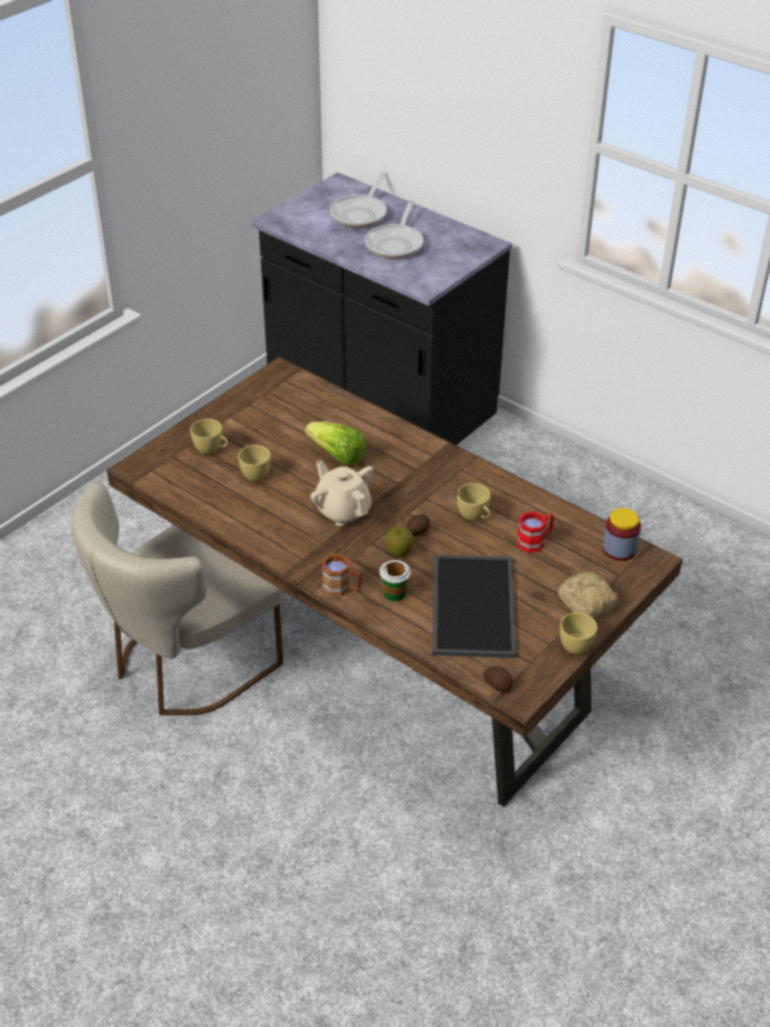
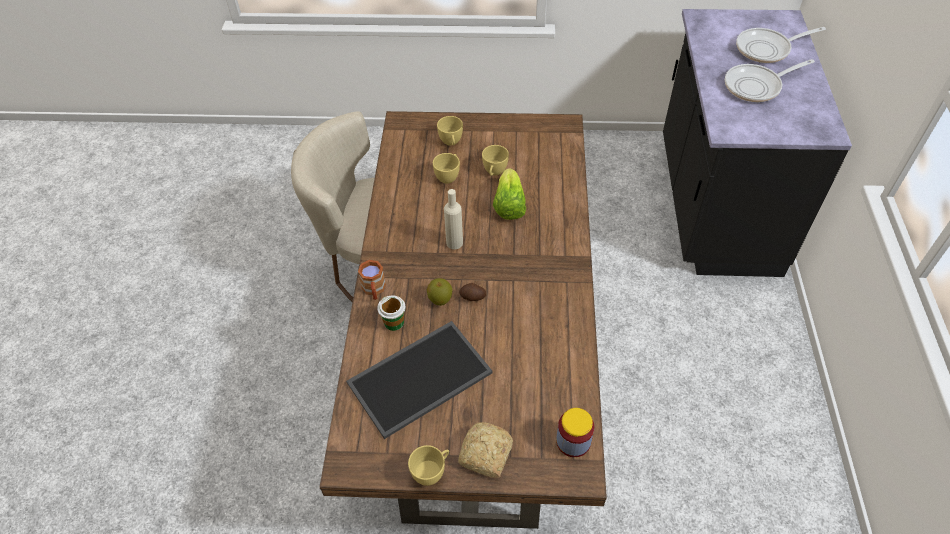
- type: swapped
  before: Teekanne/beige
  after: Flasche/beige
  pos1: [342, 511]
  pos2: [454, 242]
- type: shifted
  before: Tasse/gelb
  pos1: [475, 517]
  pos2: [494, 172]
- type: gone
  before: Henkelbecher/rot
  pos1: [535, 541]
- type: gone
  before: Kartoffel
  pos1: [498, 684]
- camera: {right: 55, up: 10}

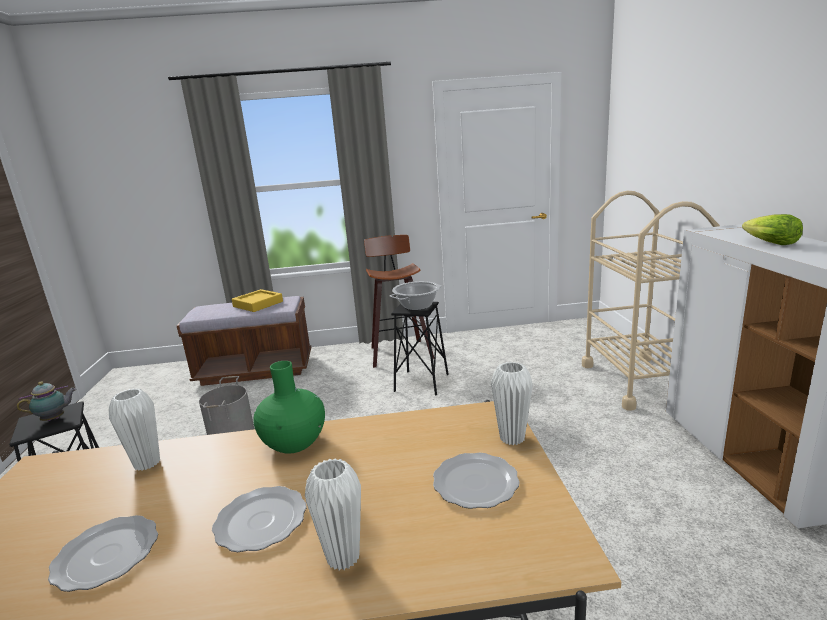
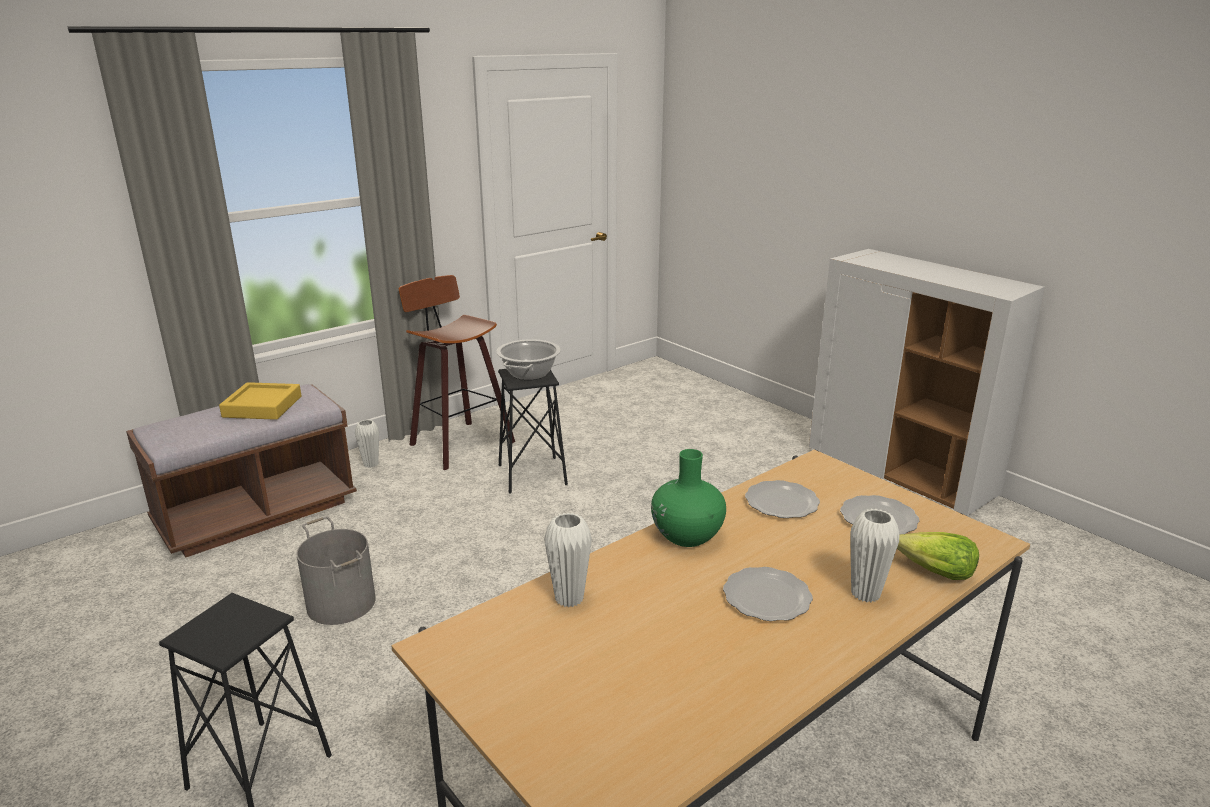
- type: gone
  before: Rollwagen/beige
  pos1: [637, 381]
- type: shifted
  before: Salatkopf
  pos1: [770, 243]
  pos2: [935, 572]
- type: shifted
  before: Vase/weiß
  pos1: [512, 438]
  pos2: [371, 464]
- type: gone
  before: Teekanne
  pos1: [55, 419]
- type: shifted
  before: Teller
  pos1: [107, 555]
  pos2: [782, 502]
- camera: {right: -35, up: 5}

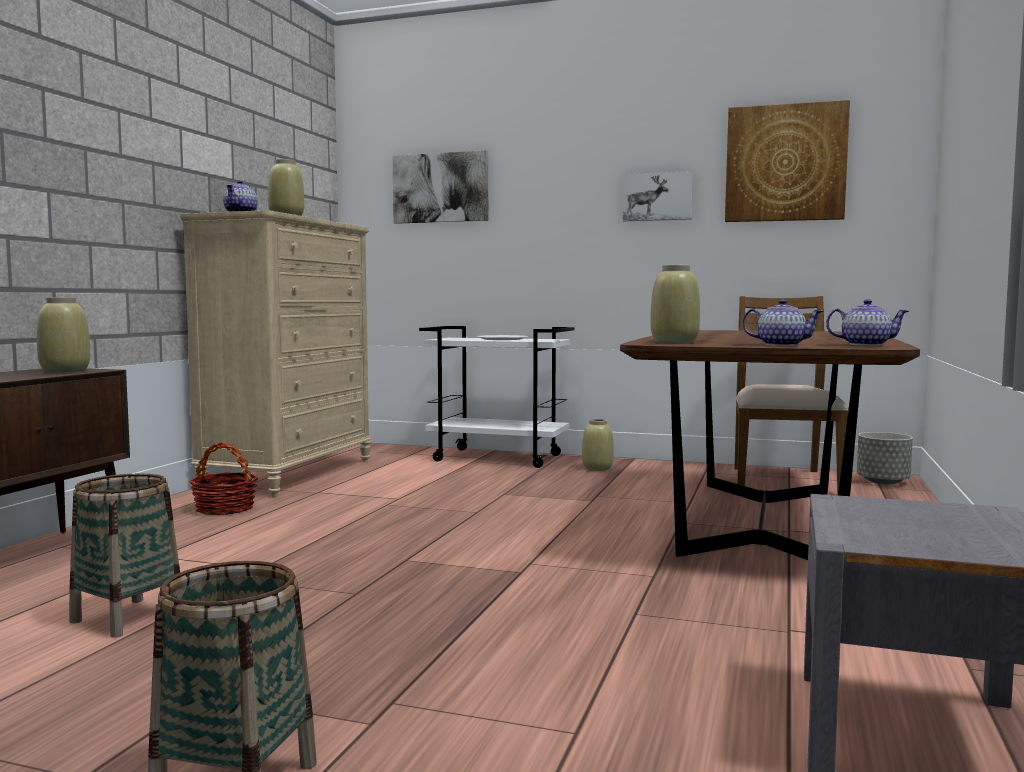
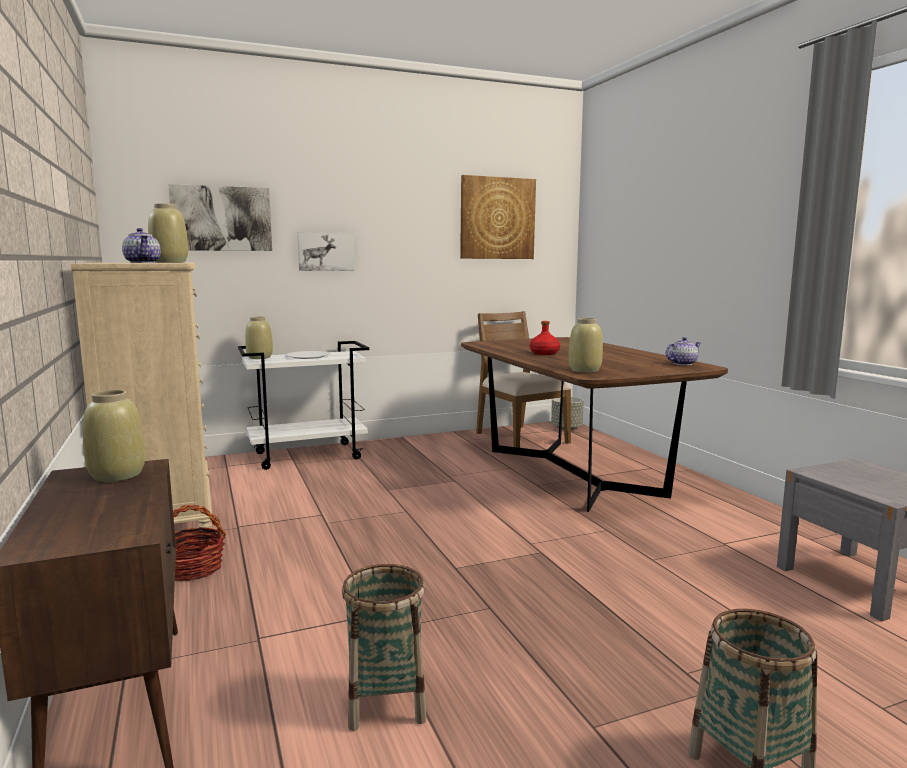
- type: shifted
  before: Bild
  pos1: [657, 197]
  pos2: [325, 251]
- type: gone
  before: Teekanne
  pos1: [780, 345]
- type: shifted
  before: Vase/beige
  pos1: [597, 468]
  pos2: [259, 357]
- type: new
  after: Flasche/rot
  pos2: [544, 353]
- camera: {right: -40, up: 5}

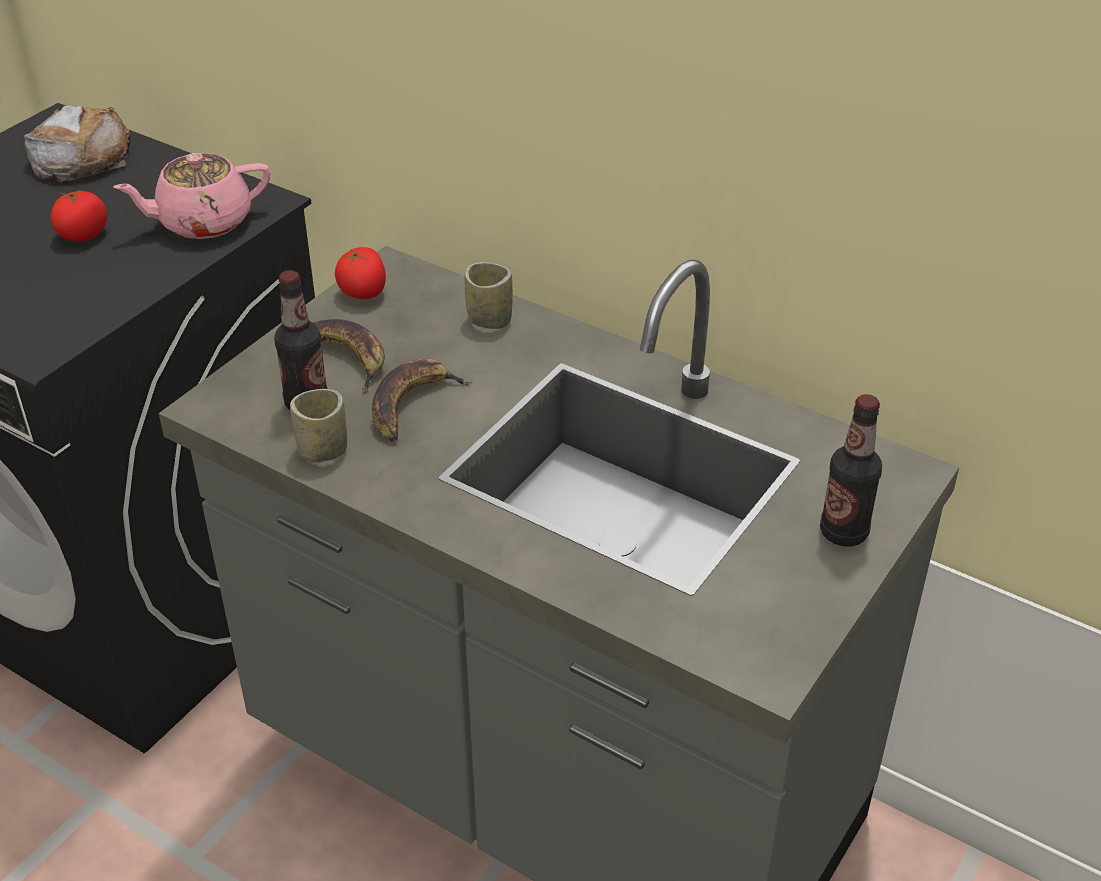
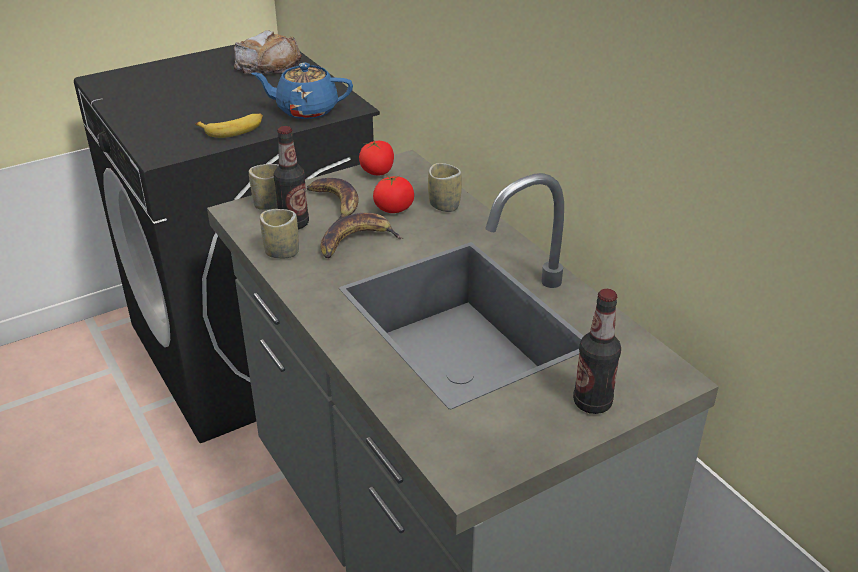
- type: repainted
  before: Teekanne/rosa
  after: Teekanne/blau
  pos1: [203, 222]
  pos2: [306, 110]
- type: shifted
  before: Tomate
  pos1: [83, 235]
  pos2: [394, 209]
- type: new
  after: Banane
  pos2: [233, 129]
- type: new
  after: Tasse
  pos2: [269, 204]
- camera: {right: 25, up: -5}

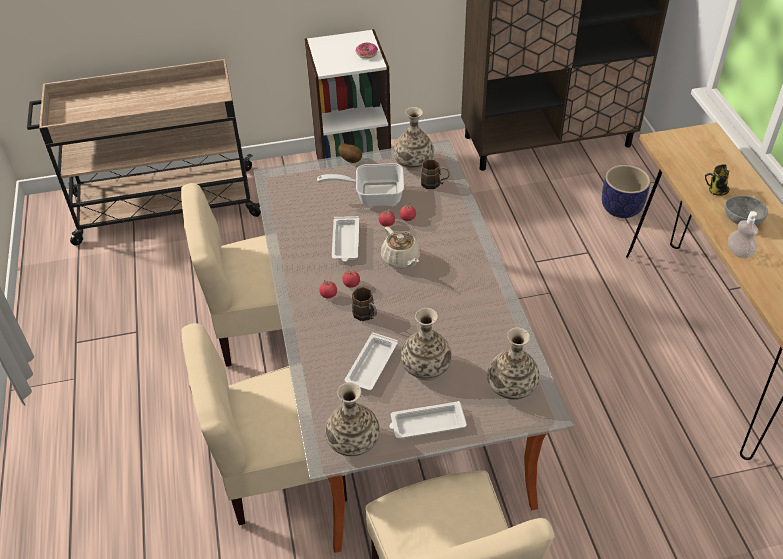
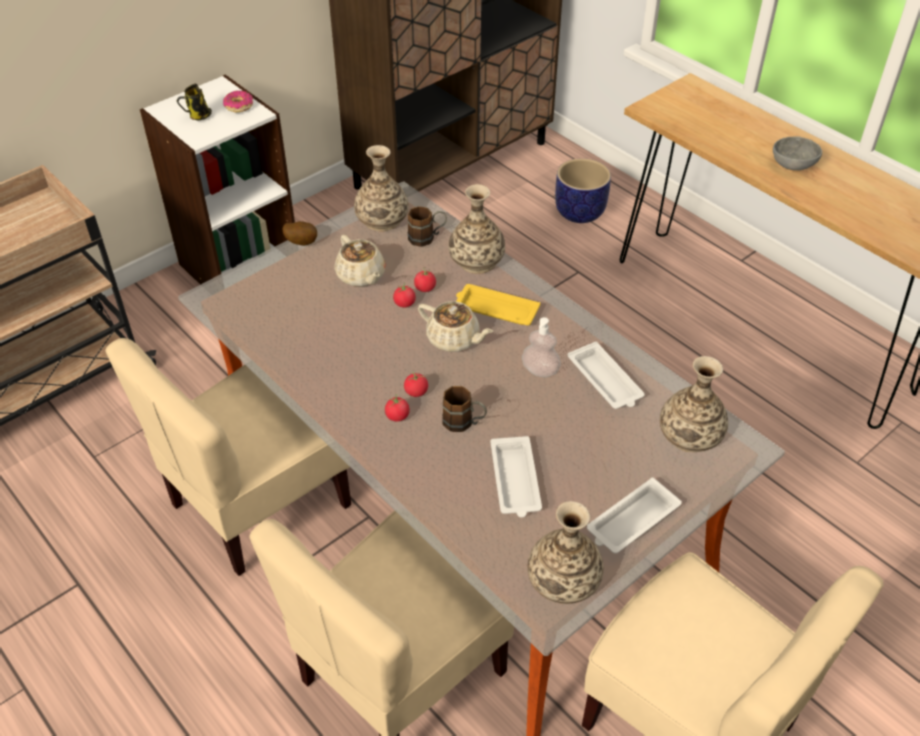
- type: swapped
  before: Pfanne
  after: Teekanne/beige
  pos1: [372, 195]
  pos2: [361, 276]
- type: shifted
  before: Henkelbecher
  pos1: [716, 191]
  pos2: [198, 116]
- type: shifted
  before: Seifenspender
  pos1: [739, 252]
  pos2: [540, 370]
- type: shifted
  before: Tablett/weiß
  pos1: [346, 242]
  pos2: [605, 381]
- type: shifted
  before: Vase
  pos1: [426, 366]
  pos2: [477, 261]
- type: new
  after: Tablett/gelb
  pos2: [495, 309]
- camera: {right: -30, up: 0}

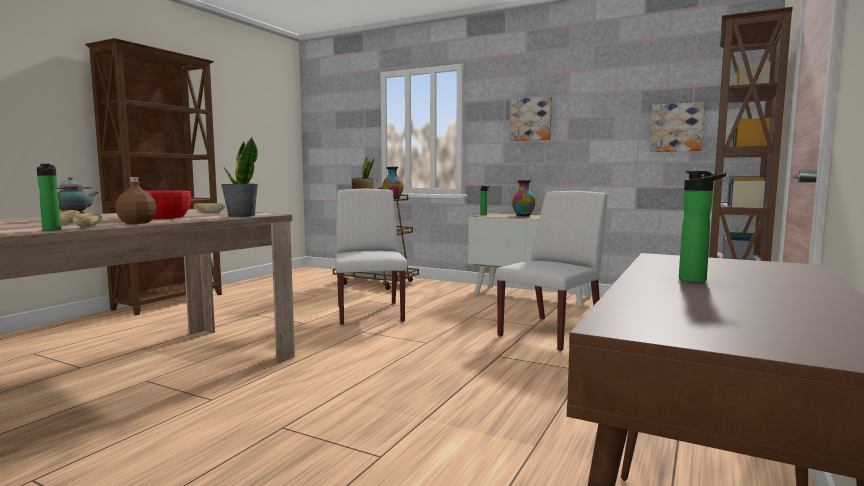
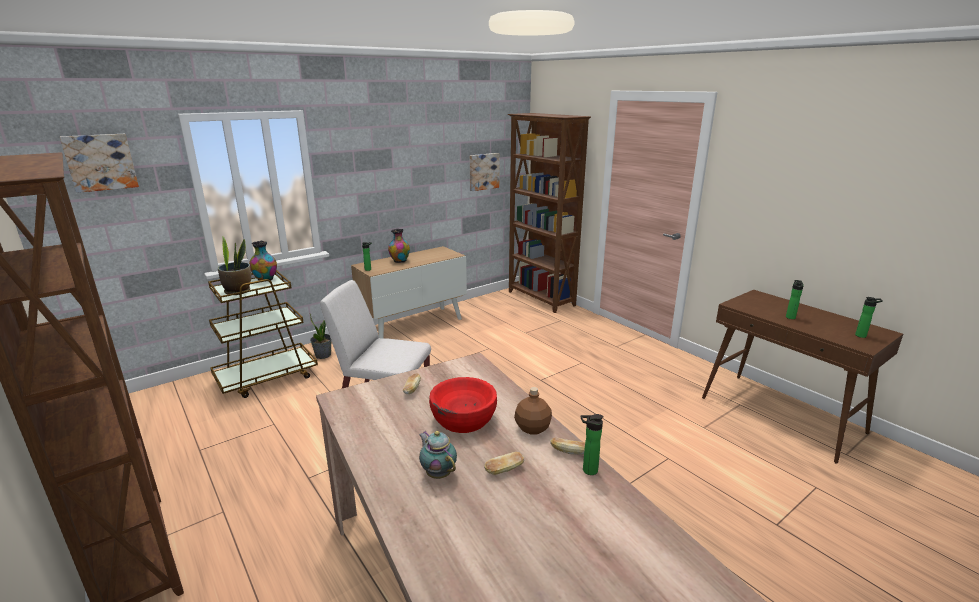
- type: shifted
  before: Bild
  pos1: [531, 119]
  pos2: [100, 162]
- type: shifted
  before: Topfpflanze
  pos1: [241, 216]
  pos2: [323, 355]
- type: gone
  before: Stuhl/weiß
  pos1: [551, 333]
- type: new
  after: Flasche
  pos2: [862, 336]
- camera: {right: -65, up: 15}

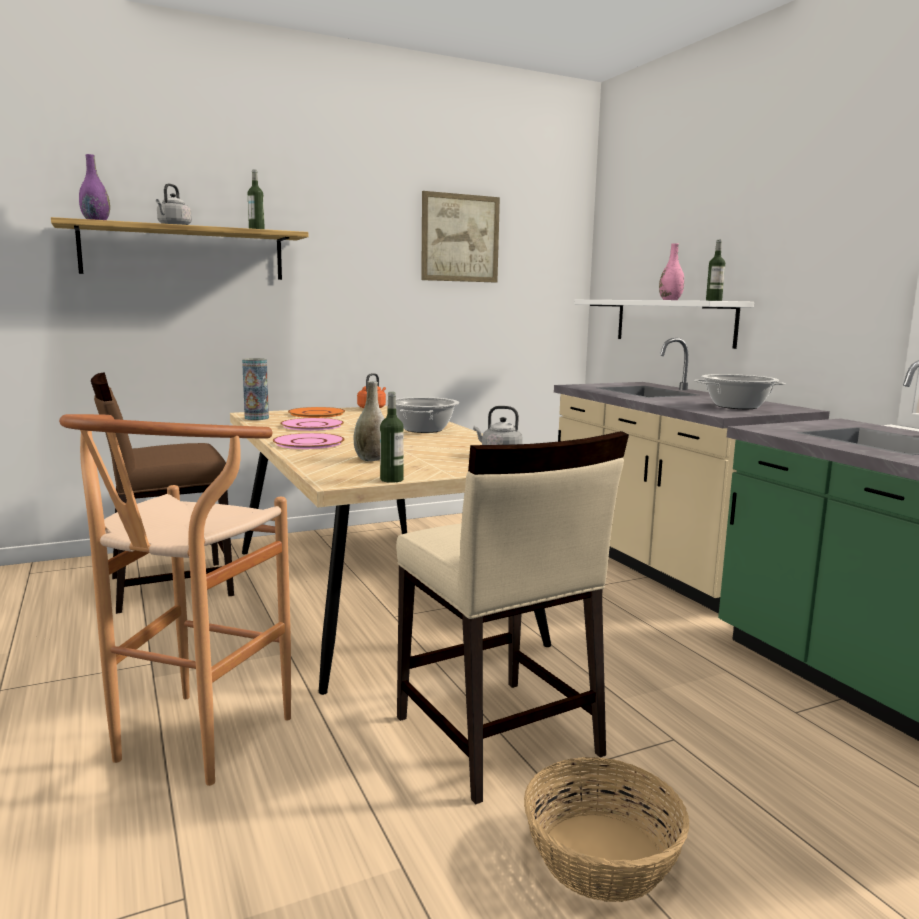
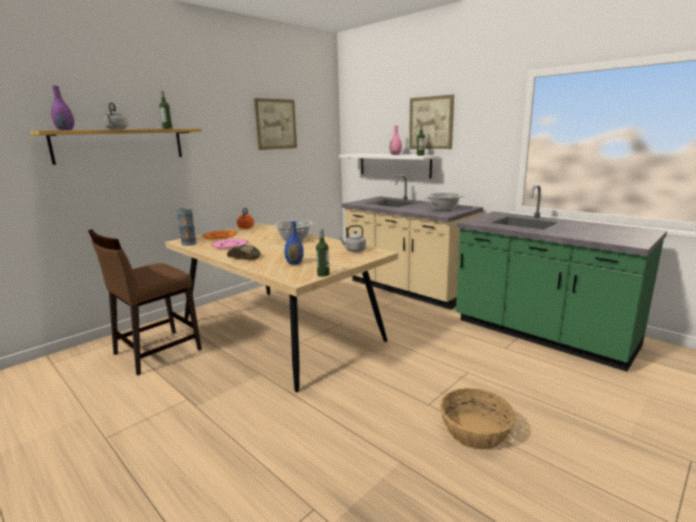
- type: repainted
  before: Vase/grau
  after: Vase/blau
  pos1: [371, 459]
  pos2: [294, 263]
- type: gone
  before: Hocker/braun
  pos1: [191, 746]
- type: gone
  before: Stuhl/beige
  pos1: [497, 737]
- type: swapped
  before: Teller/rosa
  after: Brot
  pos1: [308, 442]
  pos2: [245, 257]
- type: new
  after: Bild
  pos2: [431, 123]
- camera: {right: -20, up: 5}

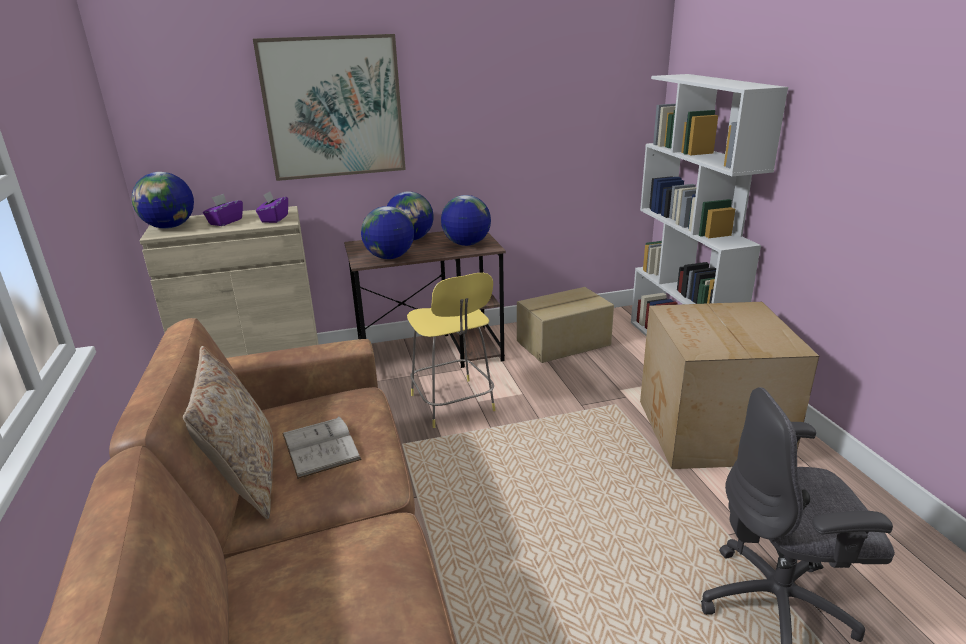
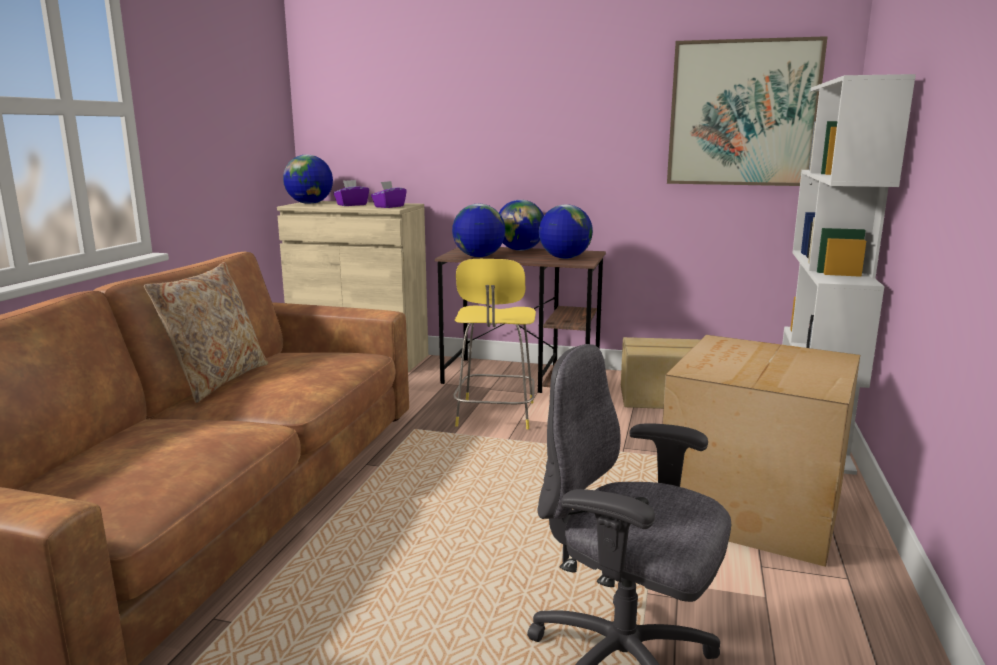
- type: shifted
  before: Bild
  pos1: [334, 108]
  pos2: [742, 113]
- type: gone
  before: Buch/weiß
  pos1: [320, 446]
- camera: {right: 30, up: -10}

